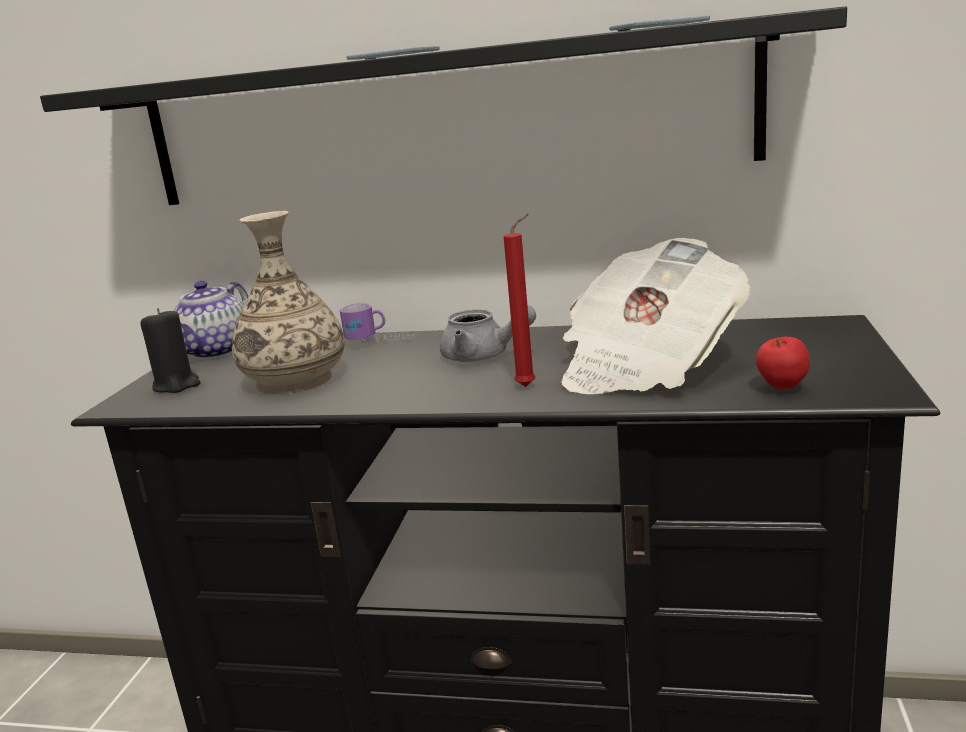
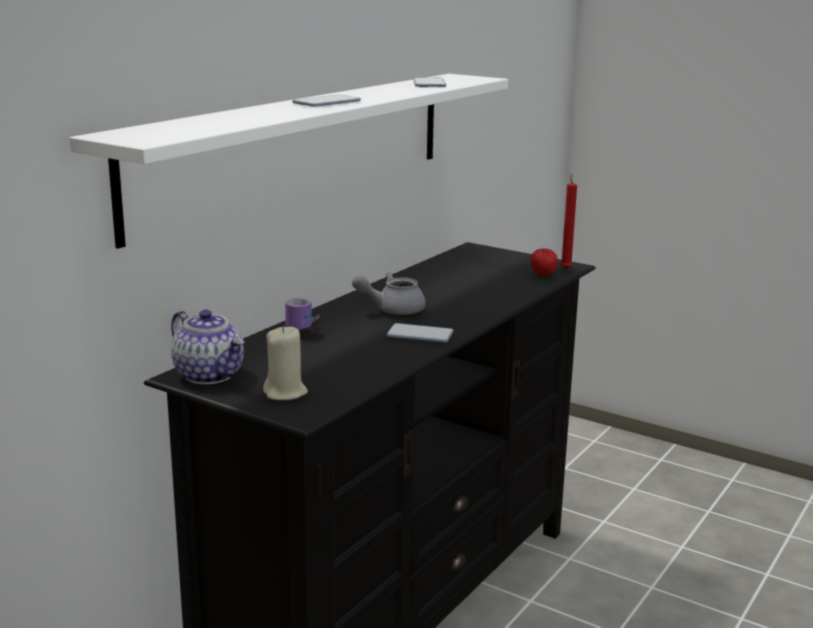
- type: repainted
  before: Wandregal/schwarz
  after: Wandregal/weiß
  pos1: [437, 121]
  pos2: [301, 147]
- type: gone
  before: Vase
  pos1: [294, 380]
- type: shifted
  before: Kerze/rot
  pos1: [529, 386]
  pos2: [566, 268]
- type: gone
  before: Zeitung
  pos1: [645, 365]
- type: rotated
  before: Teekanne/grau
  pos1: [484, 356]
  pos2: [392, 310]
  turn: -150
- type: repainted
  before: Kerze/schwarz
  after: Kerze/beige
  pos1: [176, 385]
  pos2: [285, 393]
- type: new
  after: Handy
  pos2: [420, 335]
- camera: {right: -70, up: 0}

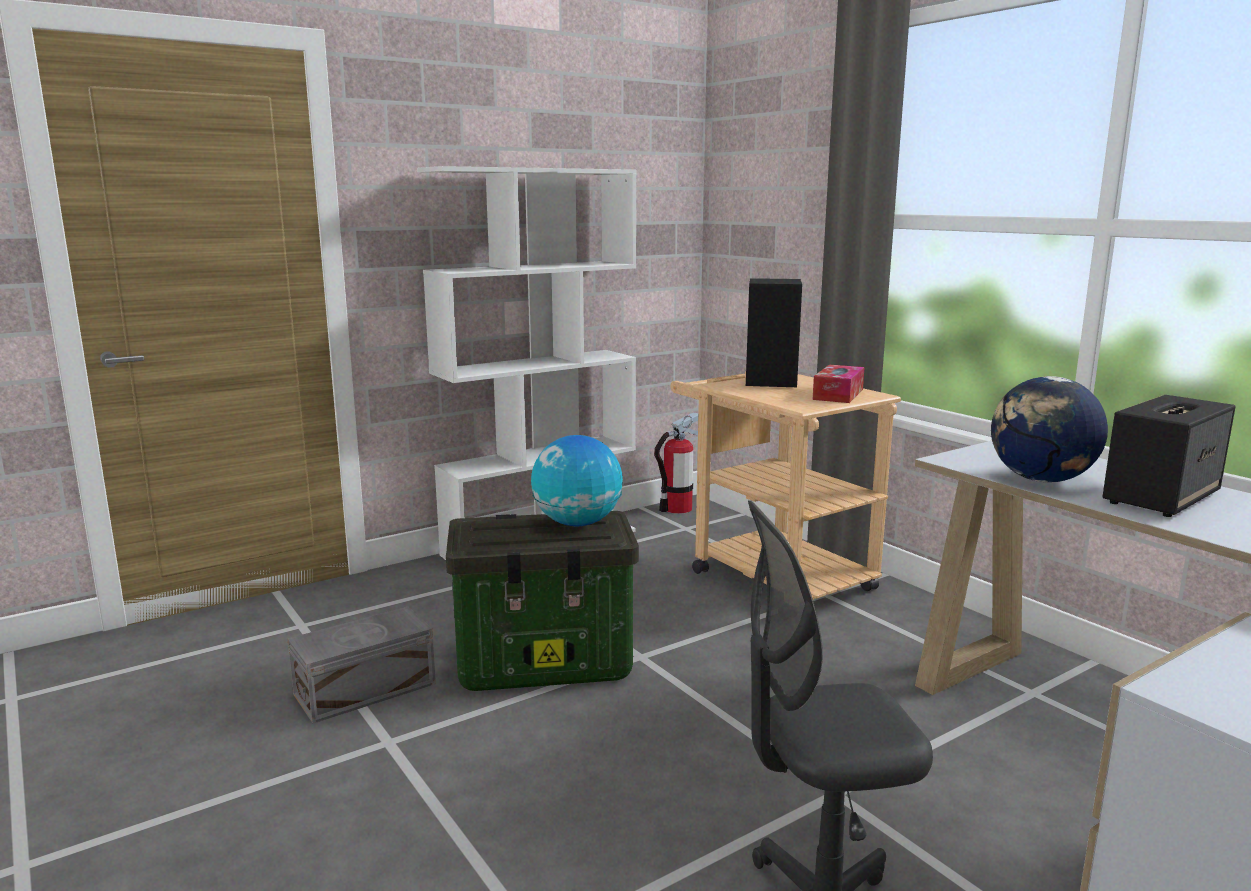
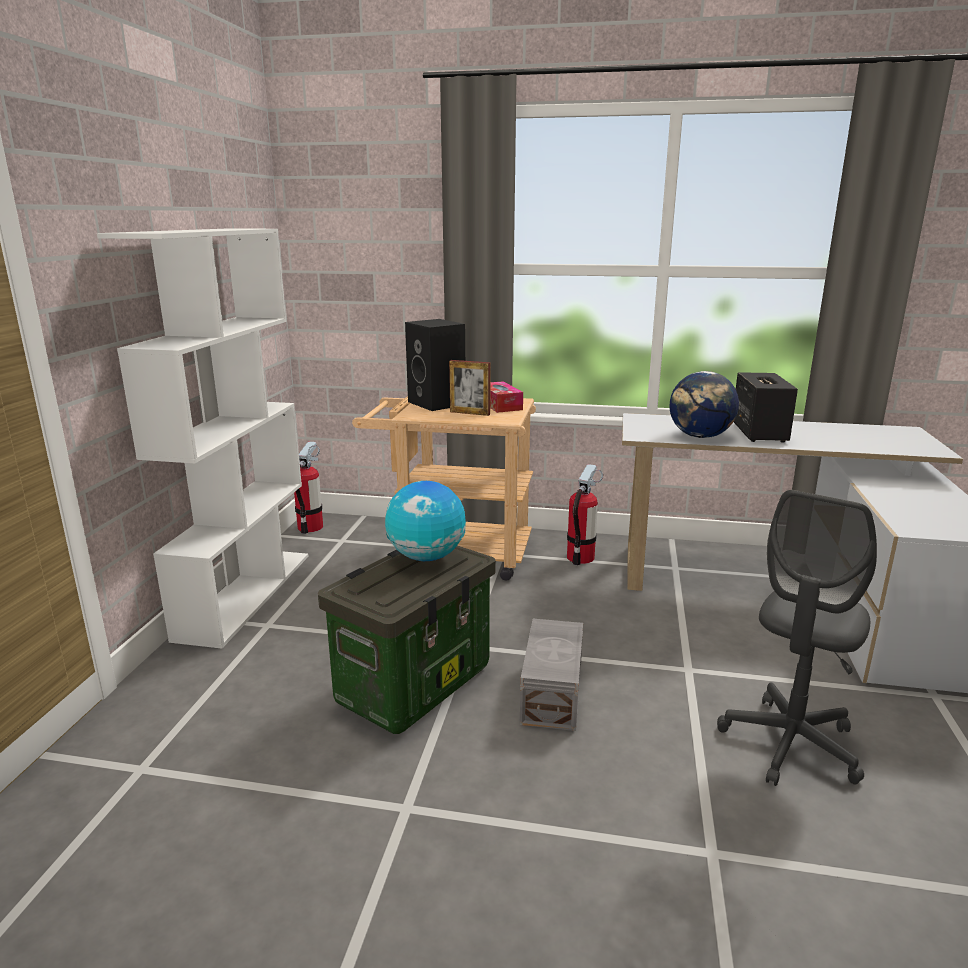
- type: shifted
  before: Aufbewahrungsbox/grau
  pos1: [367, 689]
  pos2: [553, 692]
- type: new
  after: Bilderrahmen
  pos2: [470, 413]
- type: new
  after: Feuerlöscher
  pos2: [580, 557]
- camera: {right: -45, up: 5}

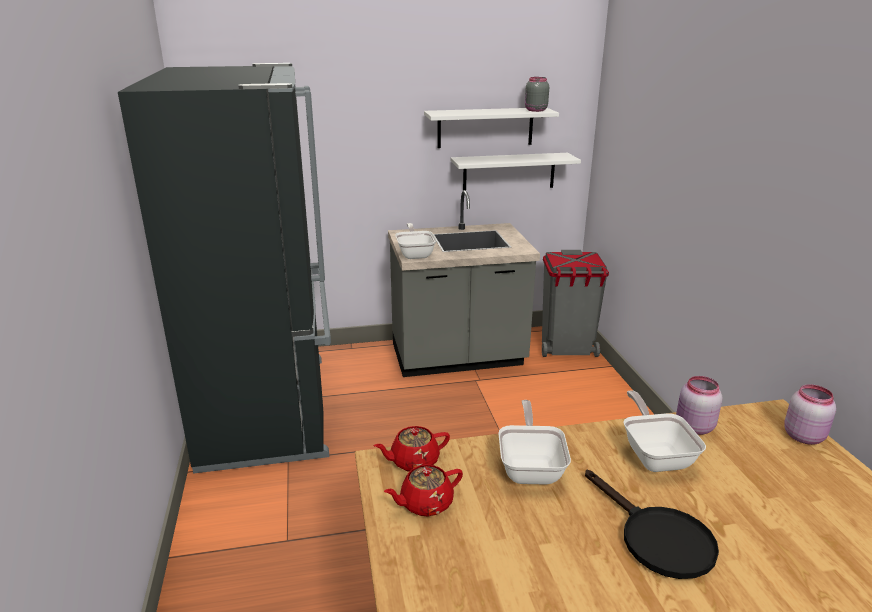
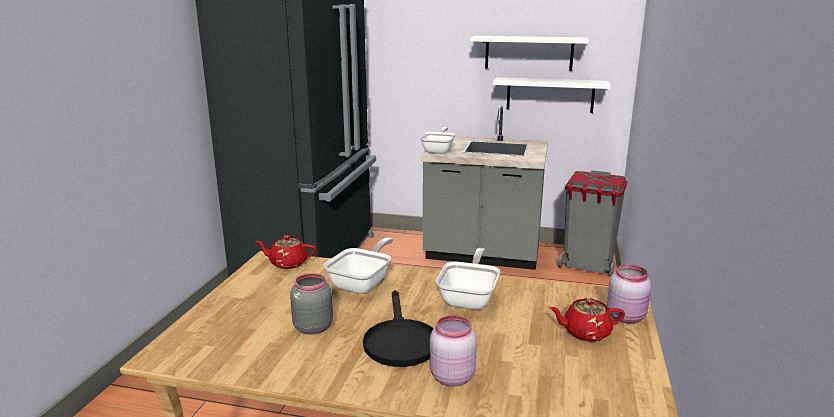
- type: shifted
  before: Vorratsglas/grau
  pos1: [535, 110]
  pos2: [312, 327]
- type: shifted
  before: Vorratsglas/rosa
  pos1: [693, 427]
  pos2: [450, 377]
- type: shifted
  before: Teekanne/rot
  pos1: [425, 503]
  pos2: [585, 332]
- camera: {right: 25, up: -5}

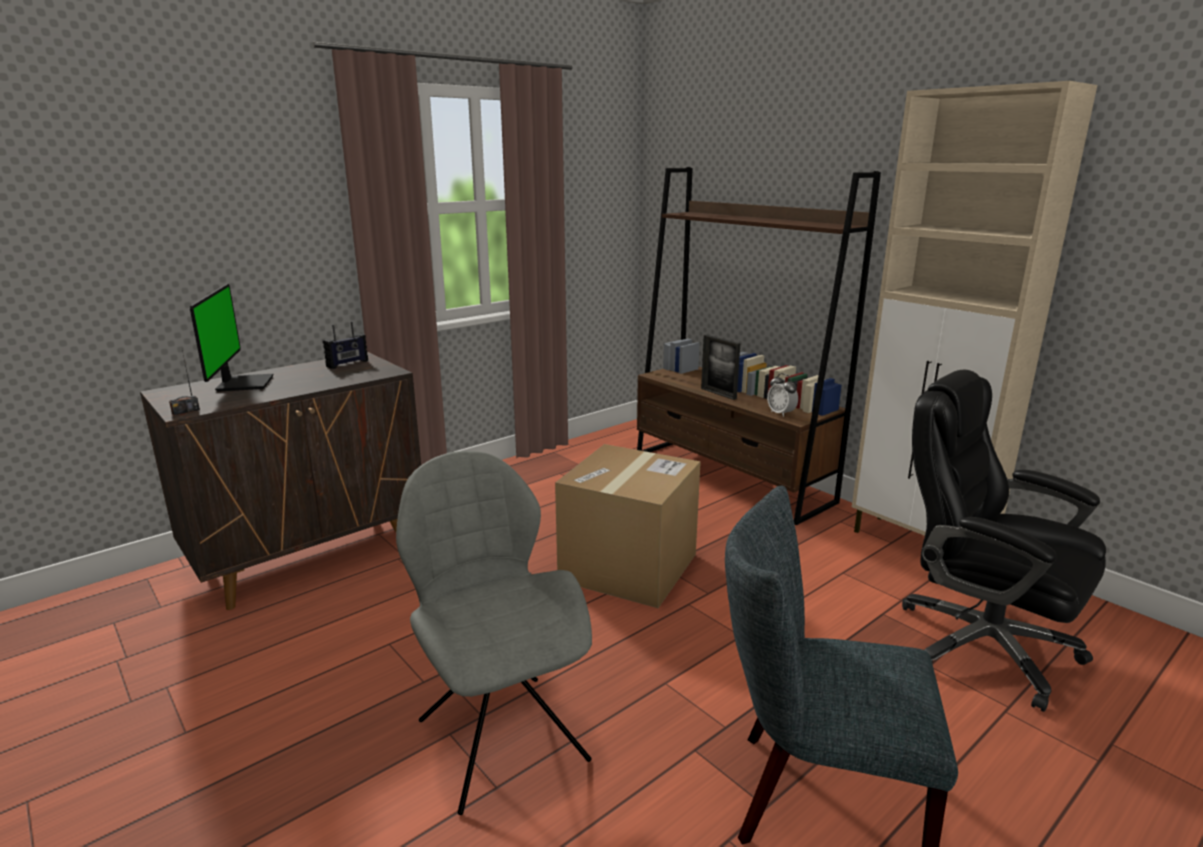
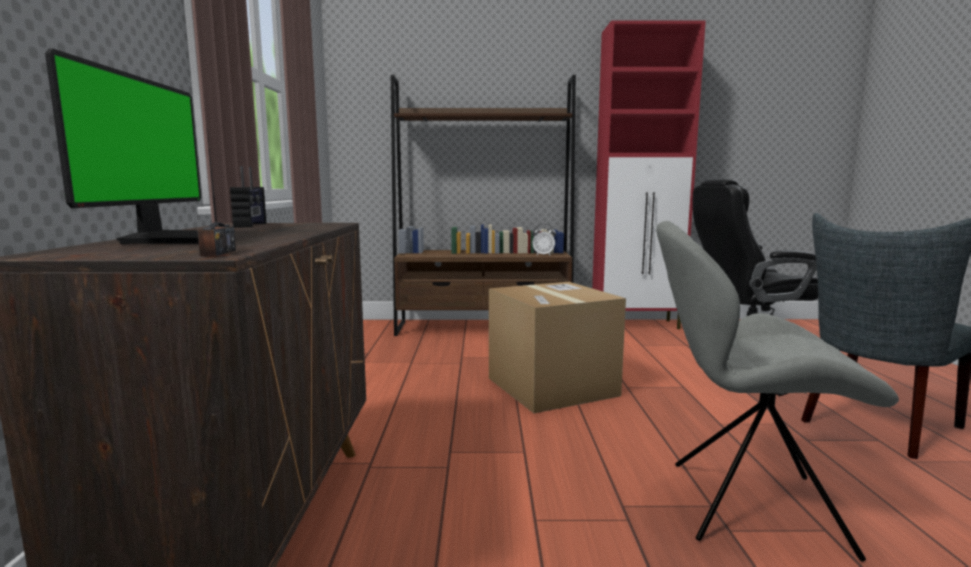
- type: repainted
  before: Schrank/beige
  after: Schrank/rot
  pos1: [920, 546]
  pos2: [637, 325]
- type: rotated
  before: Monitor
  pos1: [242, 383]
  pos2: [175, 239]
  turn: 60
- type: gone
  before: Bilderrahmen
  pos1: [718, 393]
- camera: {right: -50, up: -10}

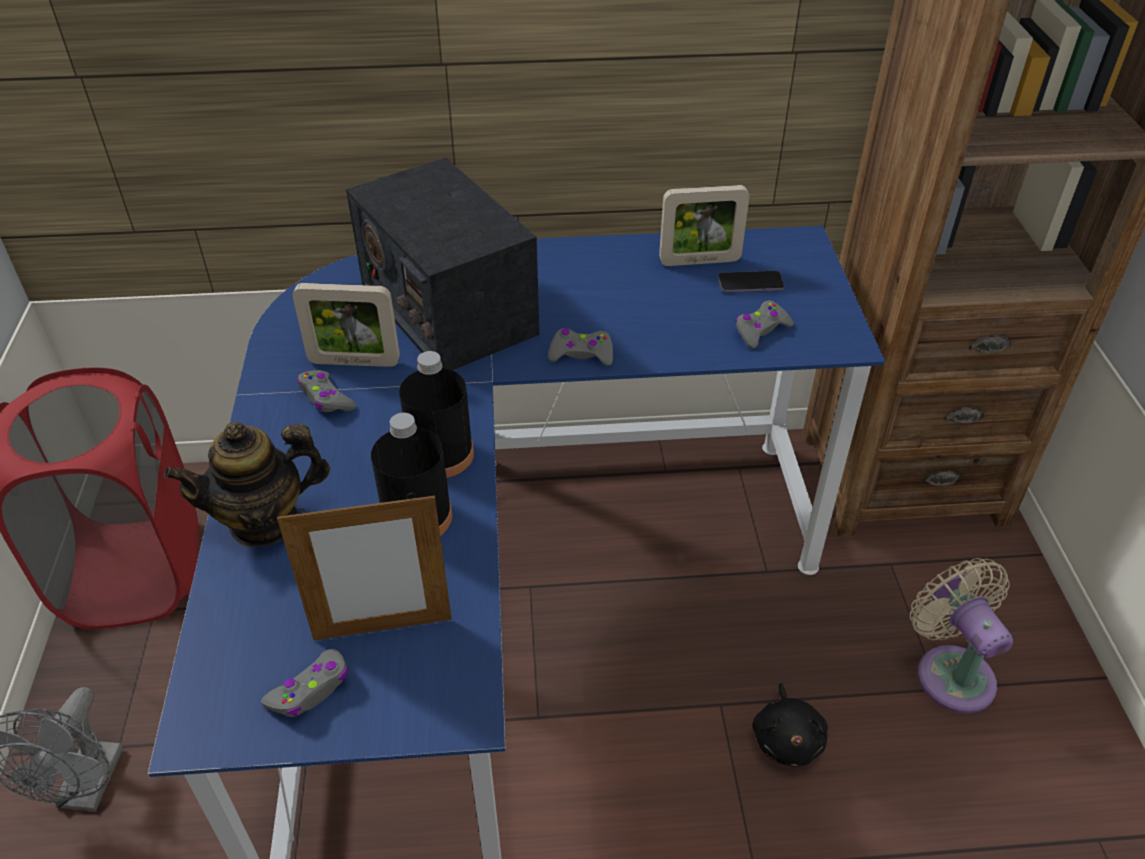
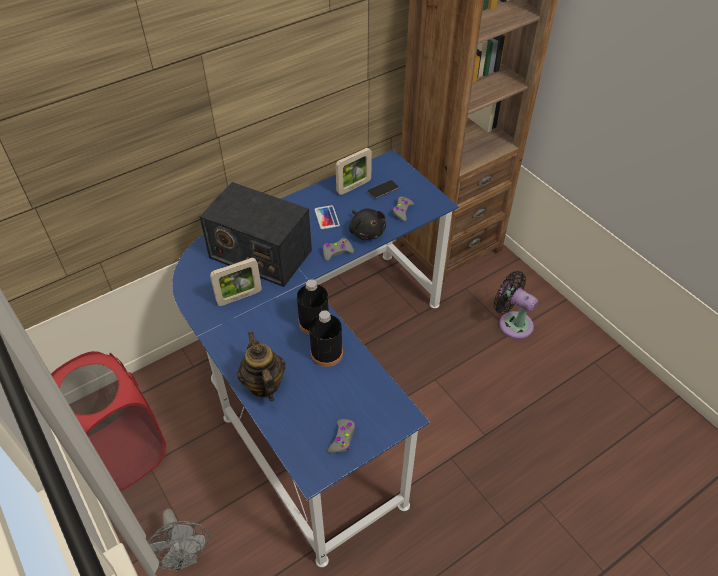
- type: gone
  before: Gamepad/grau
  pos1: [326, 398]
- type: rotated
  before: Teekanne
  pos1: [264, 521]
  pos2: [263, 384]
  turn: 120
- type: gone
  before: Bilderrahmen
  pos1: [383, 628]
- type: repainted
  before: Ventilator/beige
  after: Ventilator/schwarz
  pos1: [950, 671]
  pos2: [512, 323]
- type: shifted
  before: Plüschtier/schwarz
  pos1: [787, 738]
  pos2: [366, 231]
- type: new
  after: Handy
  pos2: [327, 217]
- camera: {right: -30, up: 5}

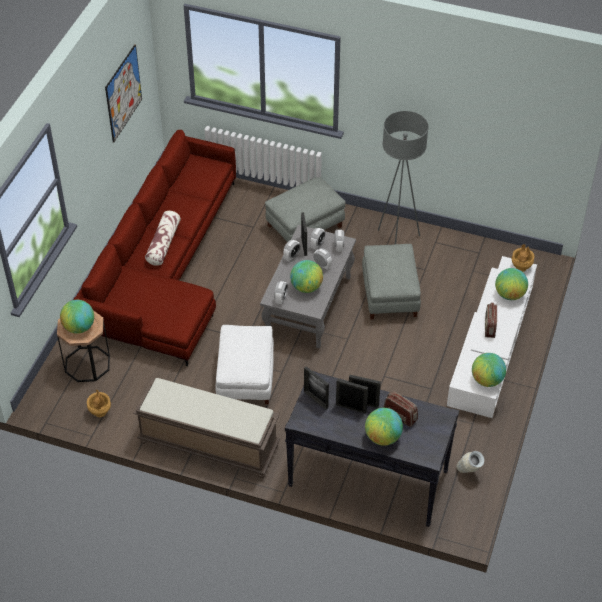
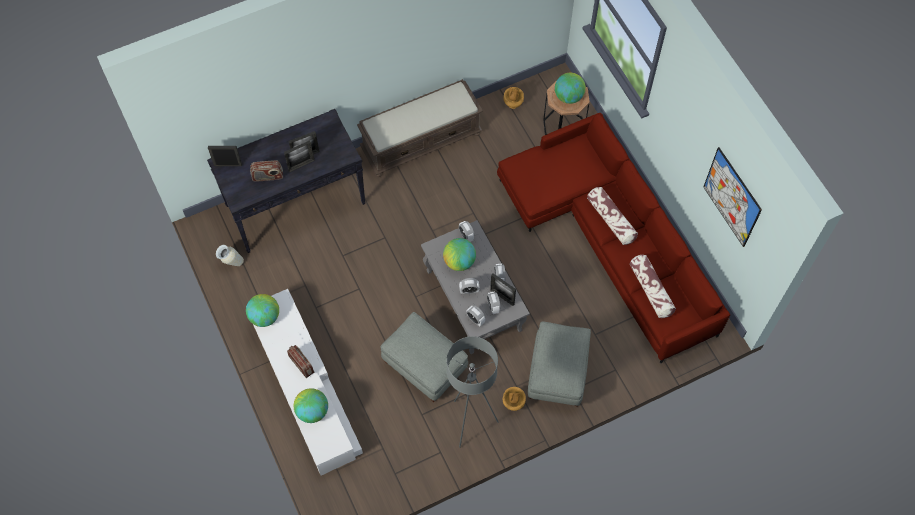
- type: shifted
  before: Vase/braun
  pos1: [521, 268]
  pos2: [513, 403]
- type: gone
  before: Polsterhocker/weiß
  pos1: [245, 377]
- type: shifted
  before: Bilderrahmen
  pos1: [316, 400]
  pos2: [228, 165]
- type: gone
  before: Globus
  pos1: [383, 437]
- type: new
  after: Kissen
  pos2: [651, 290]
- camera: {right: 135, up: 15}

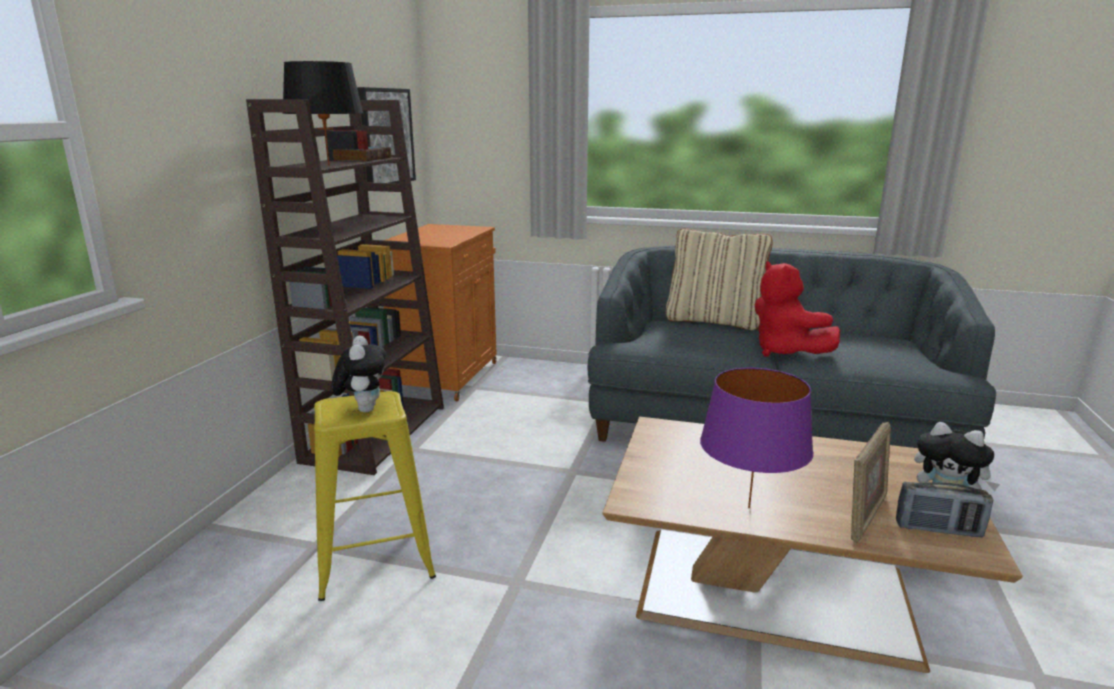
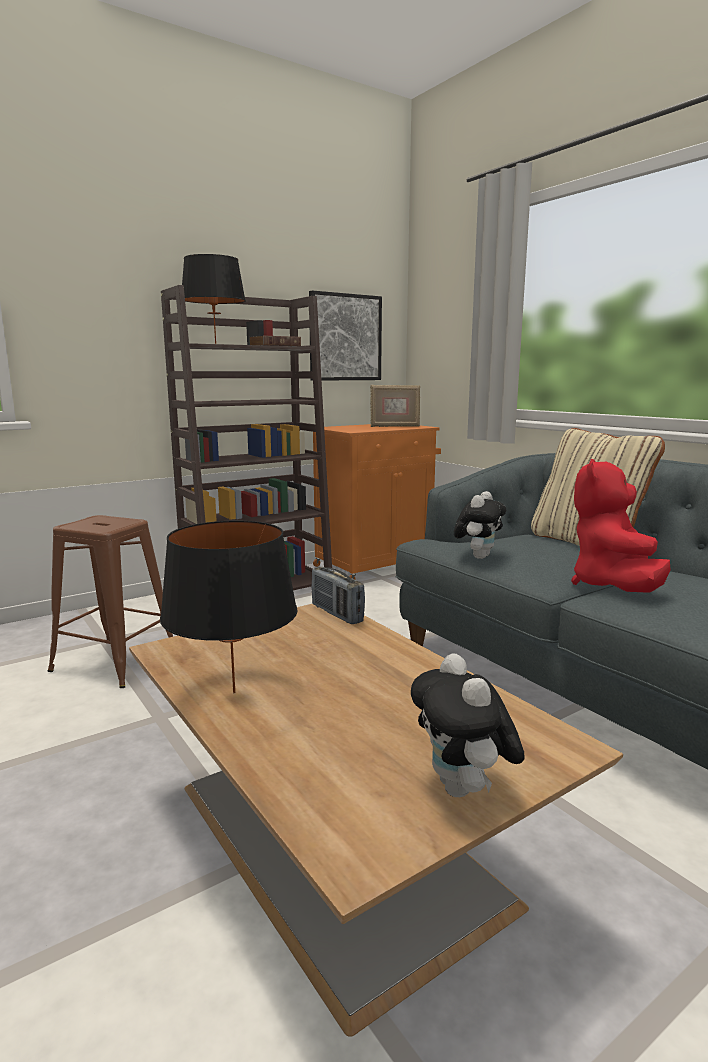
- type: shifted
  before: Plüschtier
  pos1: [363, 409]
  pos2: [478, 556]
- type: repainted
  before: Tischlampe/lila
  after: Tischlampe/schwarz
  pos1: [749, 507]
  pos2: [234, 692]
- type: repainted
  before: Hocker/gelb
  after: Hocker/braun
  pos1: [374, 559]
  pos2: [115, 662]
- type: shifted
  before: Bilderrahmen
  pos1: [864, 516]
  pos2: [394, 426]
- type: shifted
  before: Radio
  pos1: [938, 529]
  pos2: [337, 614]
- camera: {right: 40, up: -5}

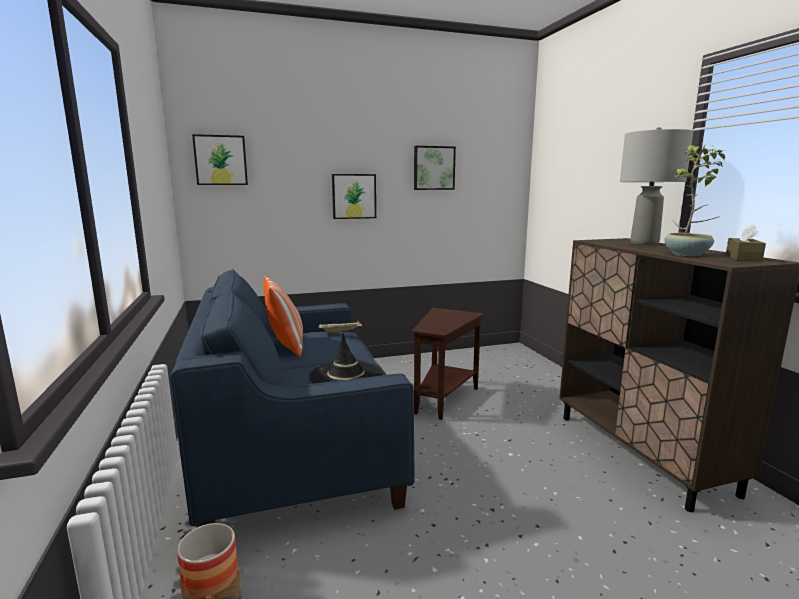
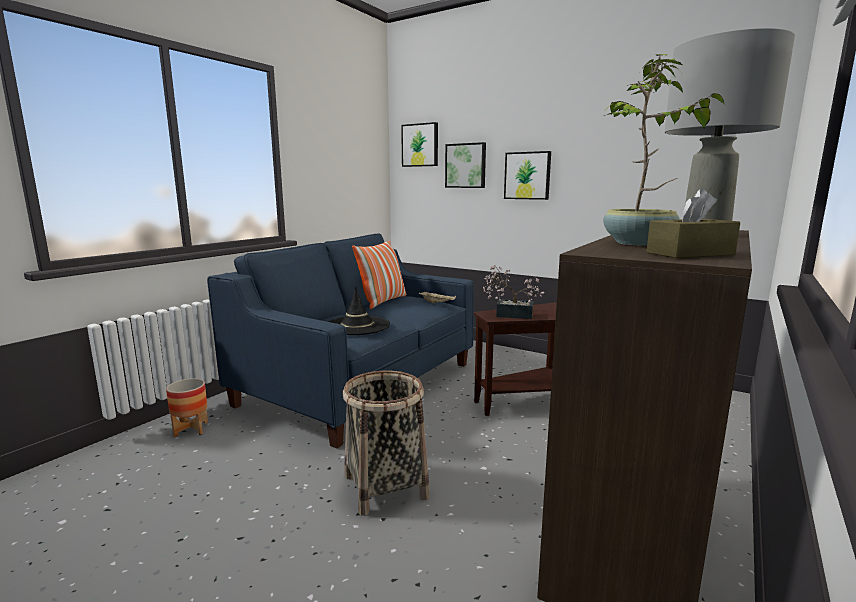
- type: shifted
  before: Bild
  pos1: [433, 168]
  pos2: [466, 166]
- type: new
  after: Topfpflanze
  pos2: [509, 314]
- type: new
  after: Korb
  pos2: [386, 486]
- camera: {right: 50, up: 0}

